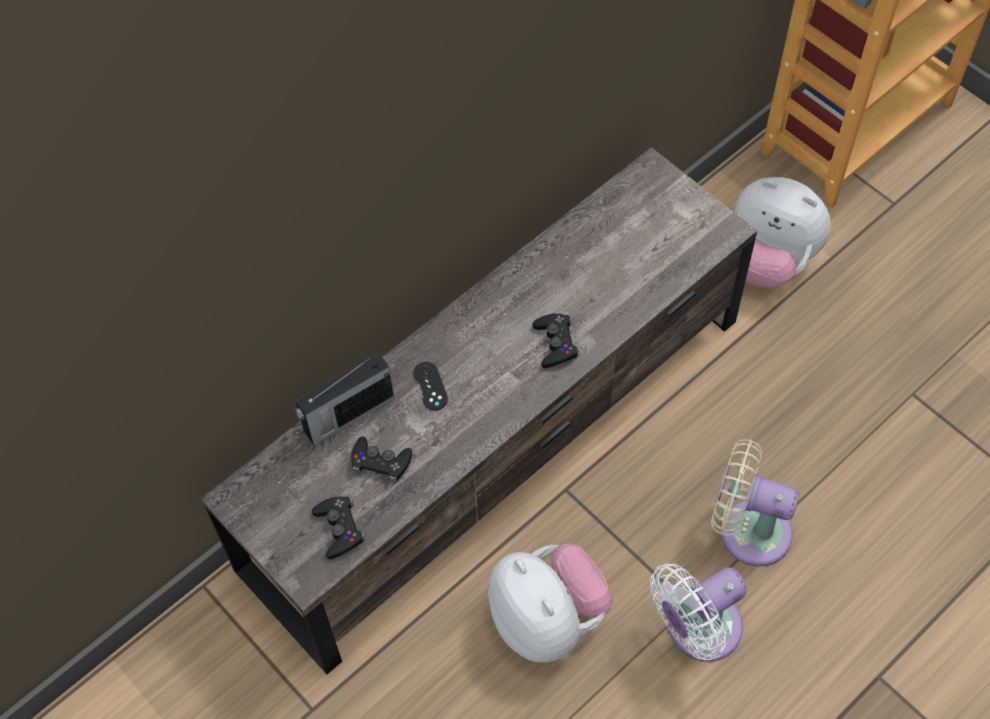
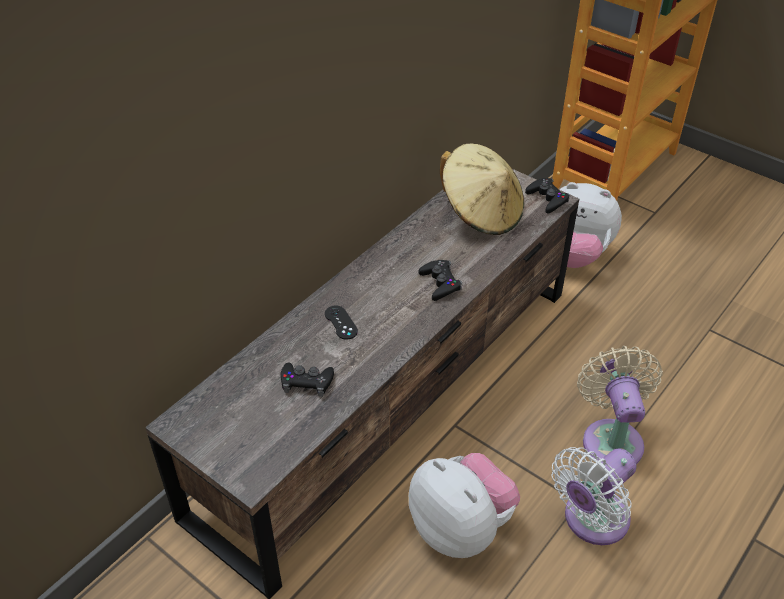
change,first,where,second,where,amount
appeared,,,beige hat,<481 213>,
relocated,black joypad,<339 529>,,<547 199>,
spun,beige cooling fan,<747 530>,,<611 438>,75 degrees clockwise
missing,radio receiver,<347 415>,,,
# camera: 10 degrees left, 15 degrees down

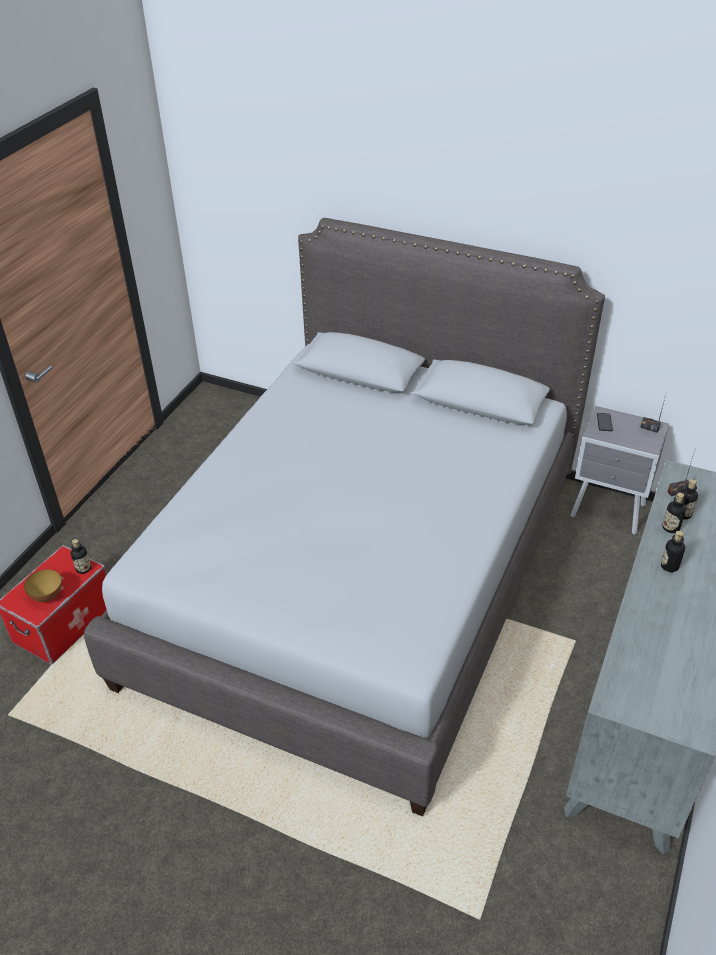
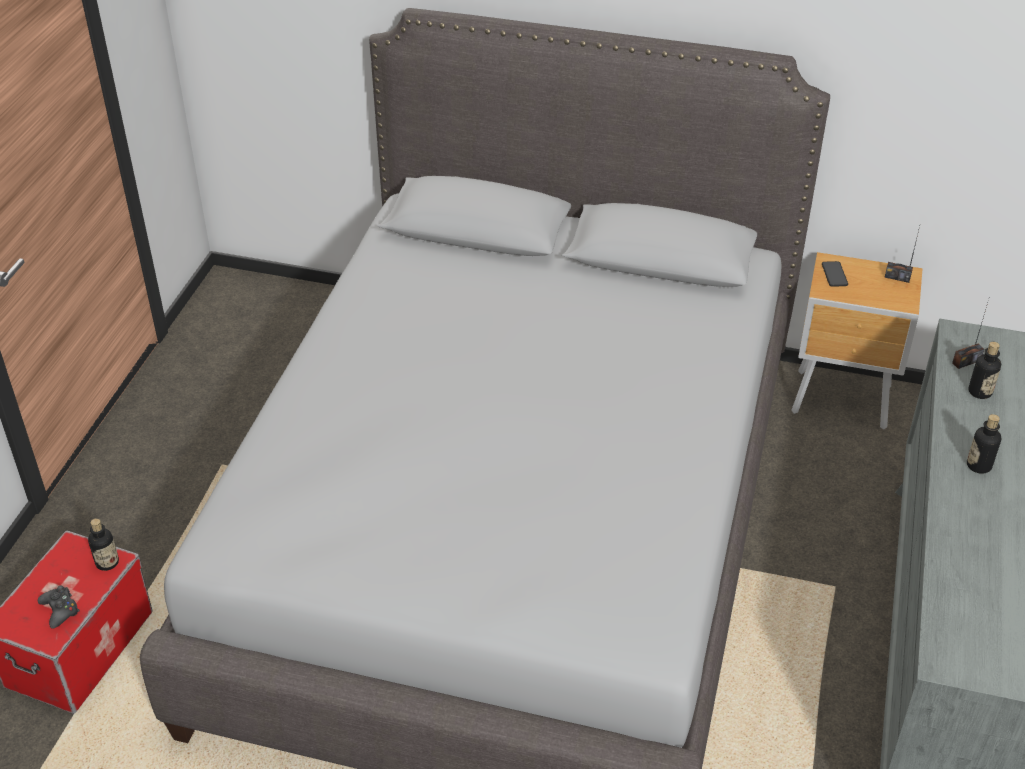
change,first,where,second,where,amount
exchanged,bowl,<47 596>,black joypad,<60 610>,
colour,grey nightstand,<609 512>,brown nightstand,<843 401>,
missing,beverage bottle,<670 527>,,,
# camera: 10 degrees left, 0 degrees up

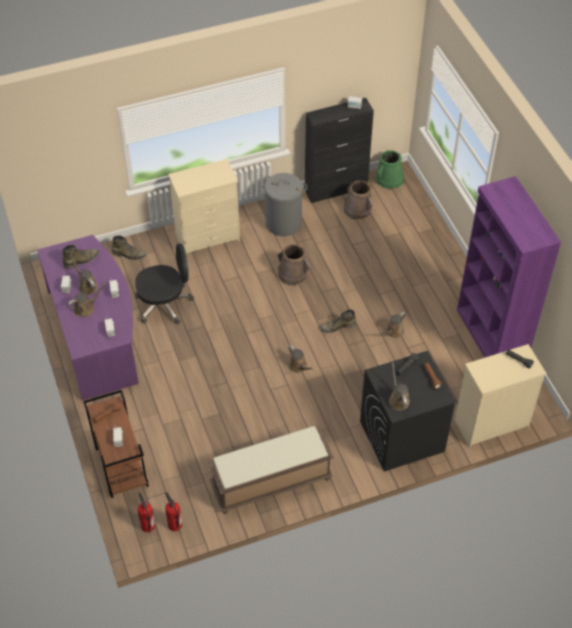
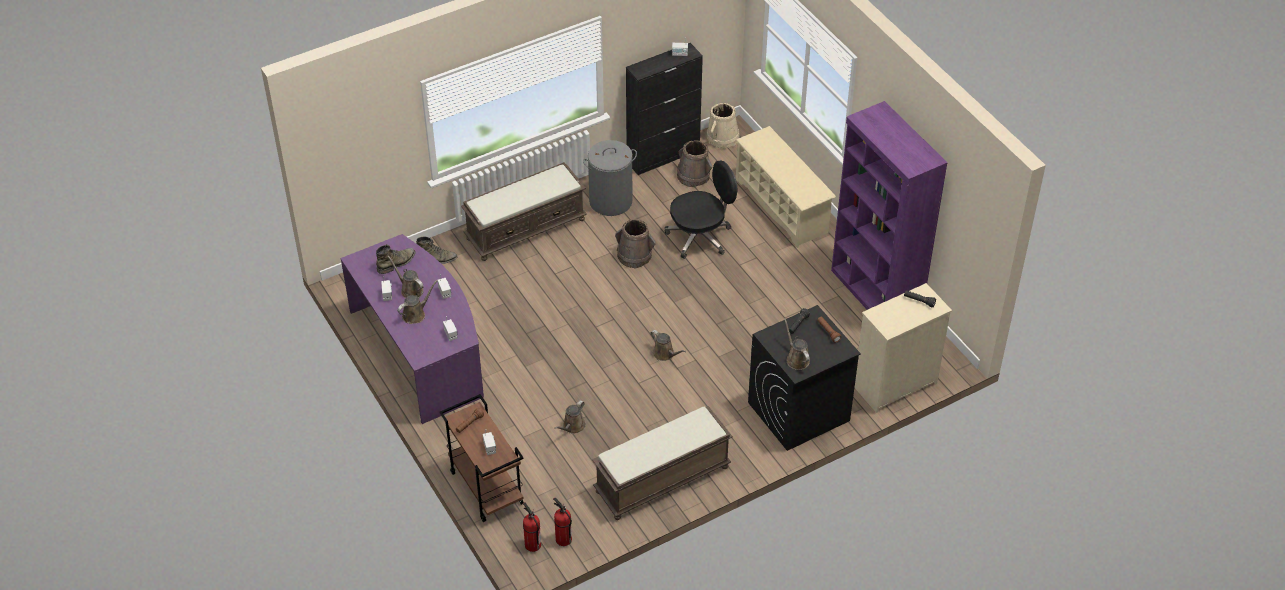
change,first,where,second,where,amount
exchanged,beige dresser,<208 238>,brown bench,<526 228>,
relocated,brown sprinkling can,<393 332>,,<572 427>,
relocated,black desk chair,<165 304>,,<700 236>,
colour,green pail,<389 179>,beige pail,<723 138>,
appeared,,,beige shoe rack,<782 206>,
missing,green high-top boot,<337 326>,,,
# camera: 10 degrees left, 5 degrees down

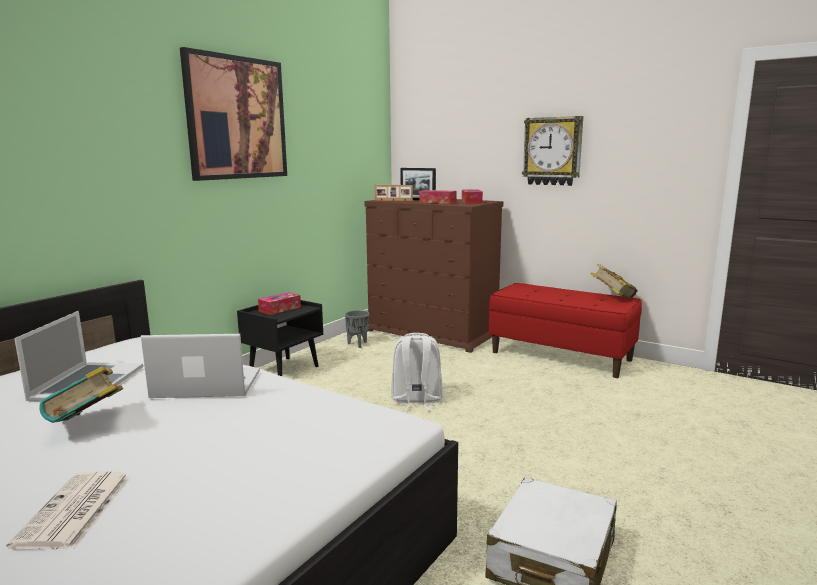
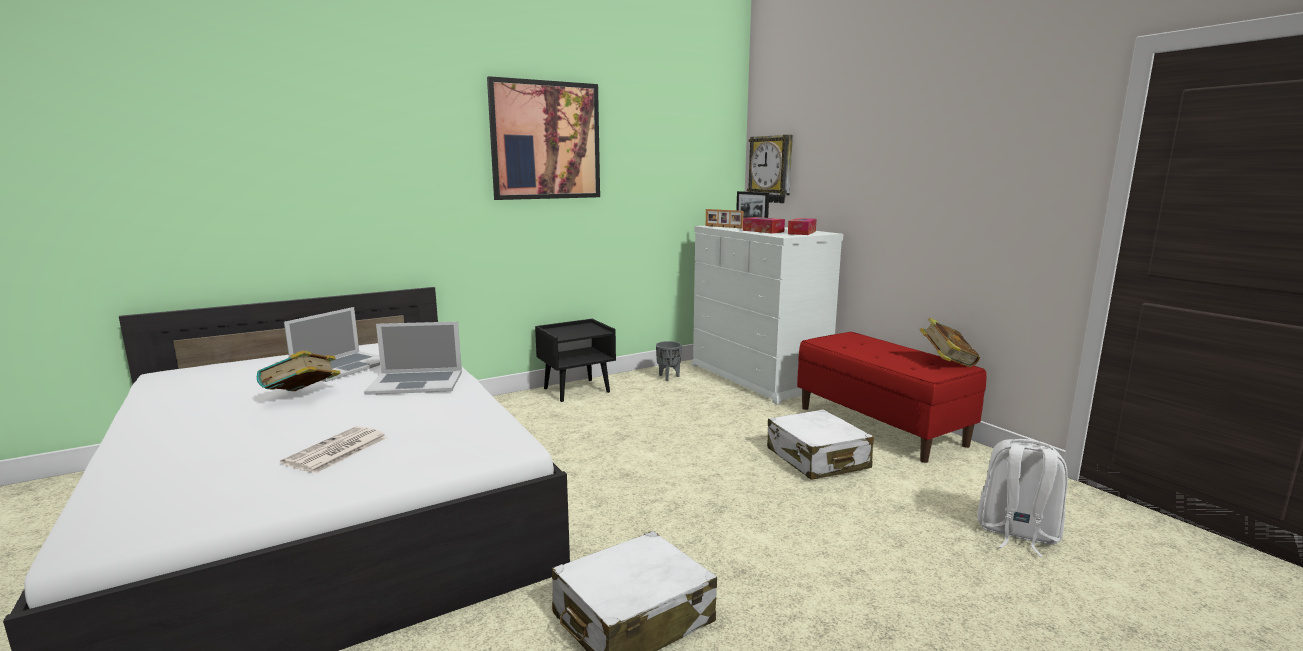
change,first,where,second,where,amount
relocated,daily paper,<75 511>,,<336 451>,
spun,portable computer,<206 384>,,<416 382>,150 degrees clockwise
colour,brown dresser,<433 332>,white-coloured dresser,<759 377>,
relocated,wall clock,<552 151>,,<771 169>,
appeared,,,white-coloured piece of luggage,<817 459>,
relocated,white-coloured knapsack,<416 400>,,<1016 533>,
missing,tissue box,<280 309>,,,
# camera: 25 degrees right, 0 degrees up

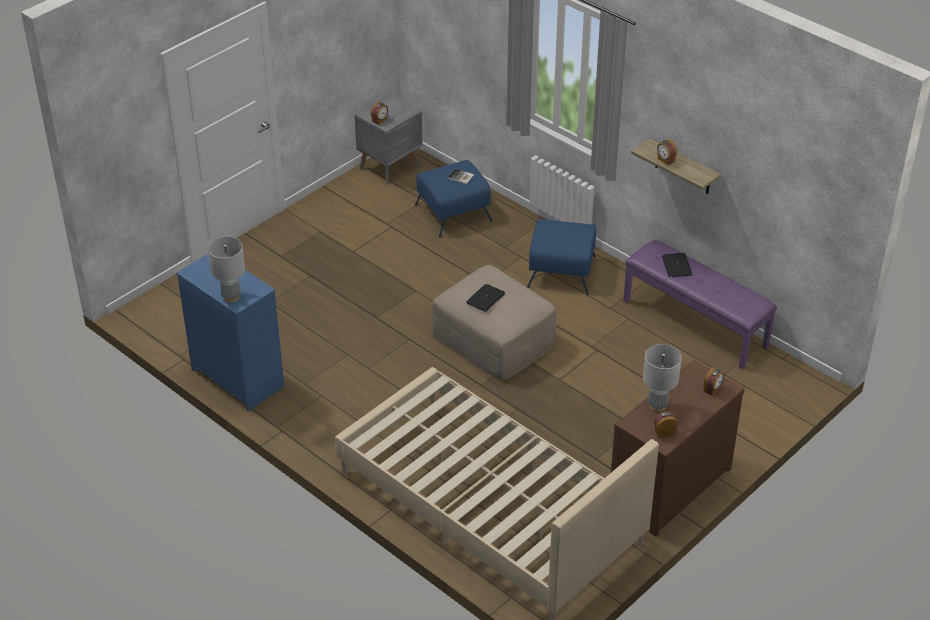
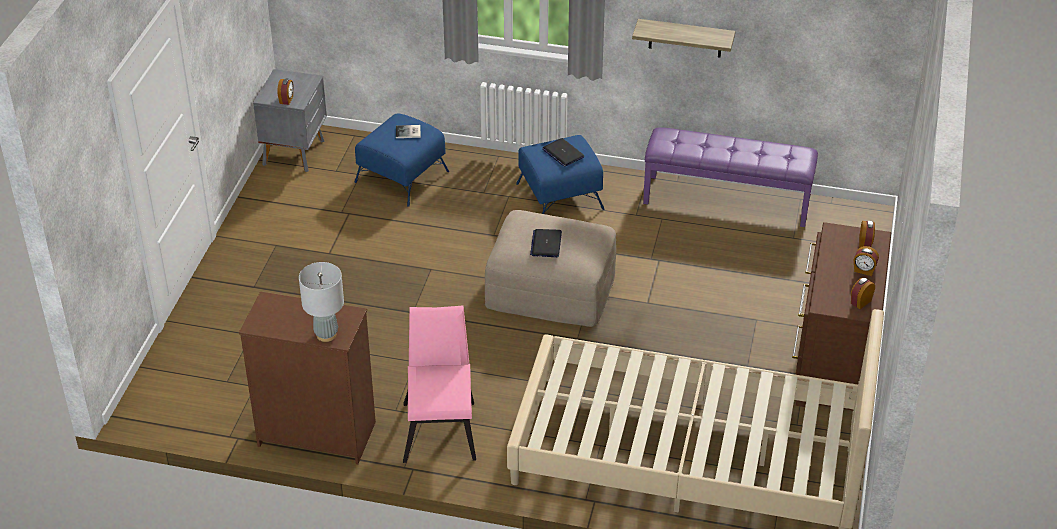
change,first,where,second,where,amount
colour,blue dresser,<238 378>,brown dresser,<317 433>,
appeared,,,pink-coloured plain chair,<440 426>,
relocated,portable computer,<676 266>,,<563 153>,
relocated,table clock,<665 160>,,<864 270>,
missing,grey table lamp,<657 406>,,,
# camera: 30 degrees left, 0 degrees up

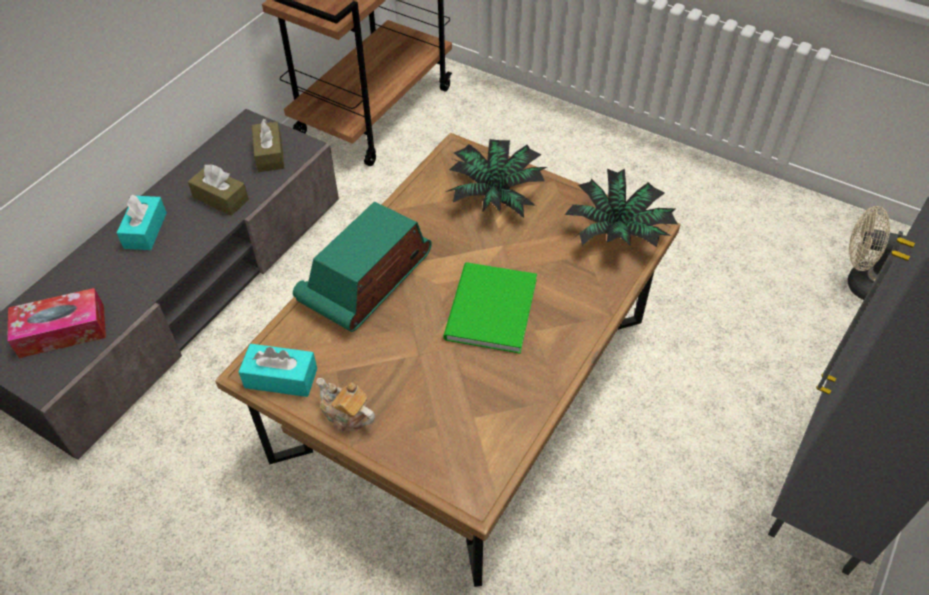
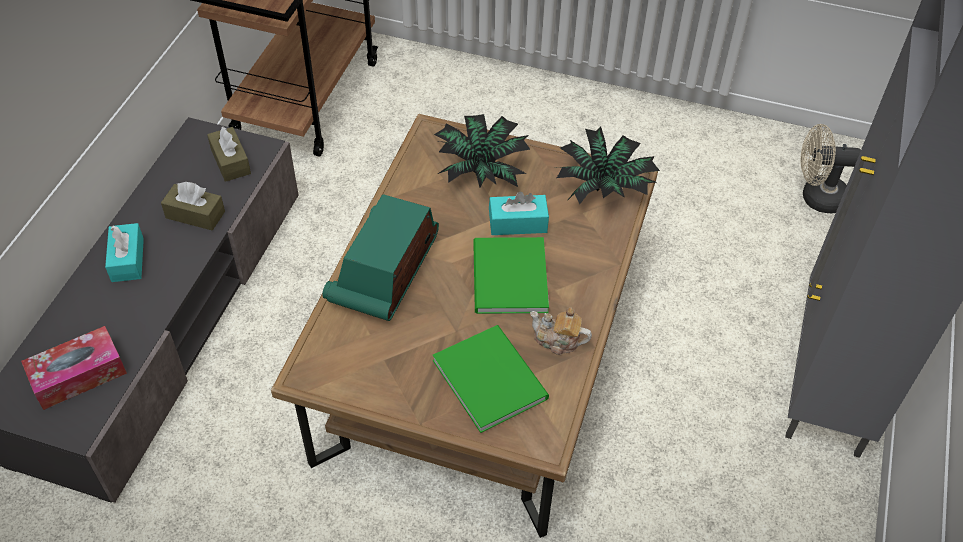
change,first,where,second,where,amount
appeared,,,green volume,<490 376>,
relocated,blue-green tissue box,<281 378>,,<518 223>,
relocated,pot for tea,<346 415>,,<557 341>,
# camera: 15 degrees left, 0 degrees up

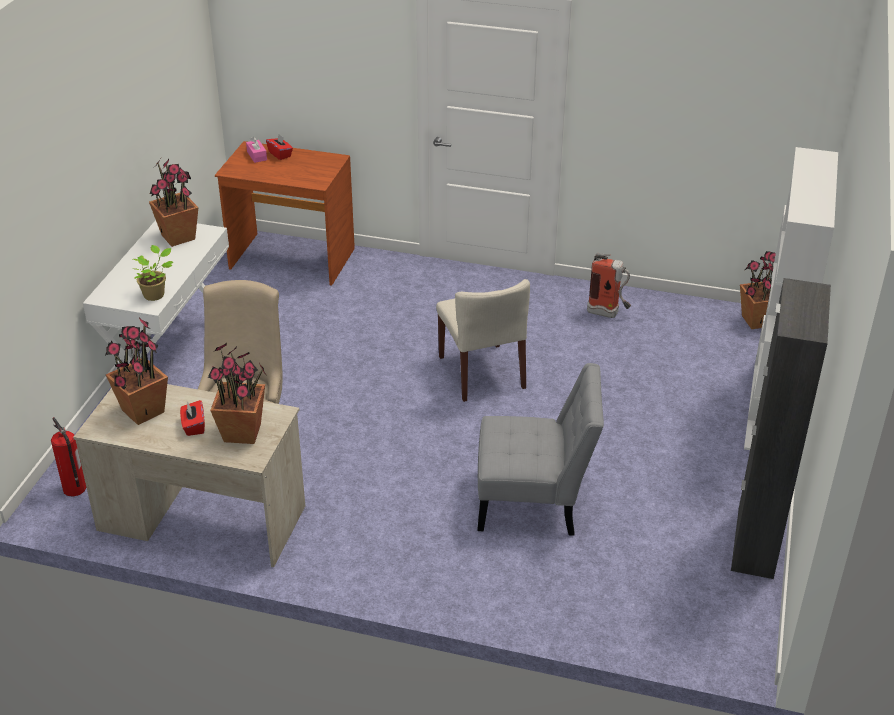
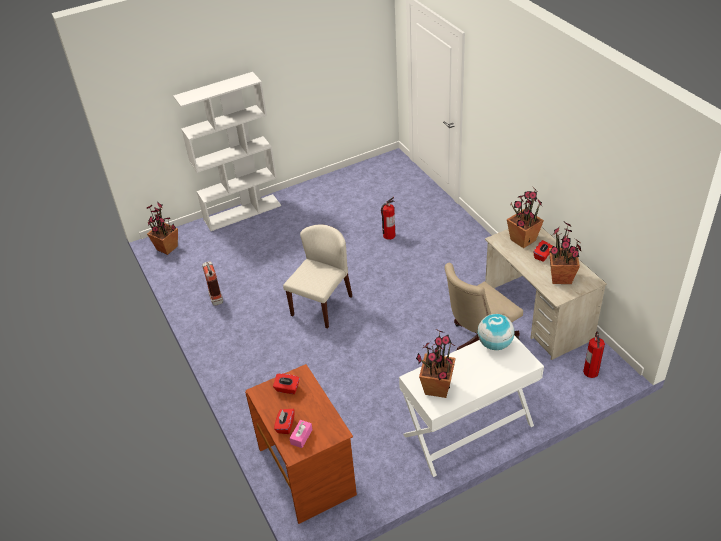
change,first,where,second,where,amount
appeared,,,red-coloured tissue box,<287 389>,
exchanged,grey plain chair,<534 502>,fire-fighting cylinder,<389 235>,
exchanged,plant in a pot,<155 294>,world globe,<495 344>,
missing,black storage cabinet,<755 542>,,,
# camera: 130 degrees left, 5 degrees up

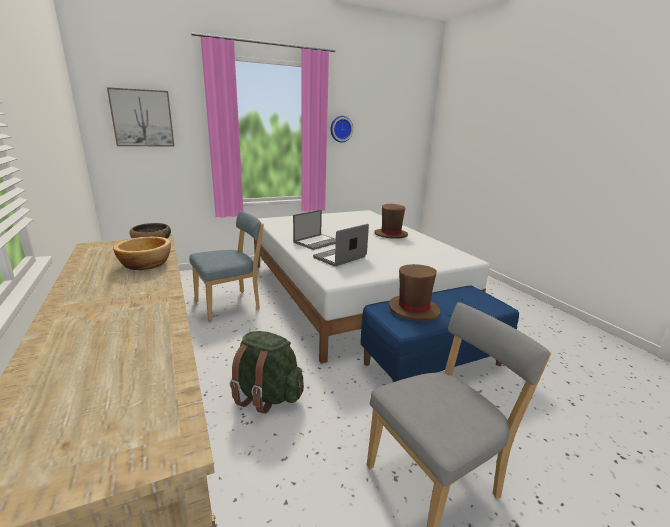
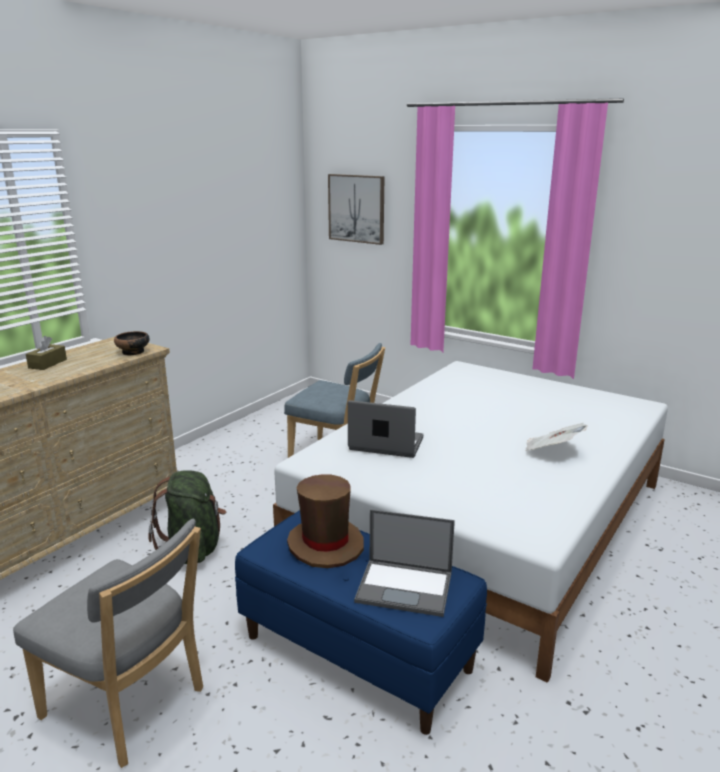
change,first,where,second,where,amount
appeared,,,brown tissue box,<47 363>,
relocated,portable computer,<317 242>,,<405 587>,
exchanged,brown hat,<390 235>,daily paper,<551 451>,
missing,bowl,<146 264>,,,
missing,wall clock,<340 129>,,,
# camera: 60 degrees right, 0 degrees up

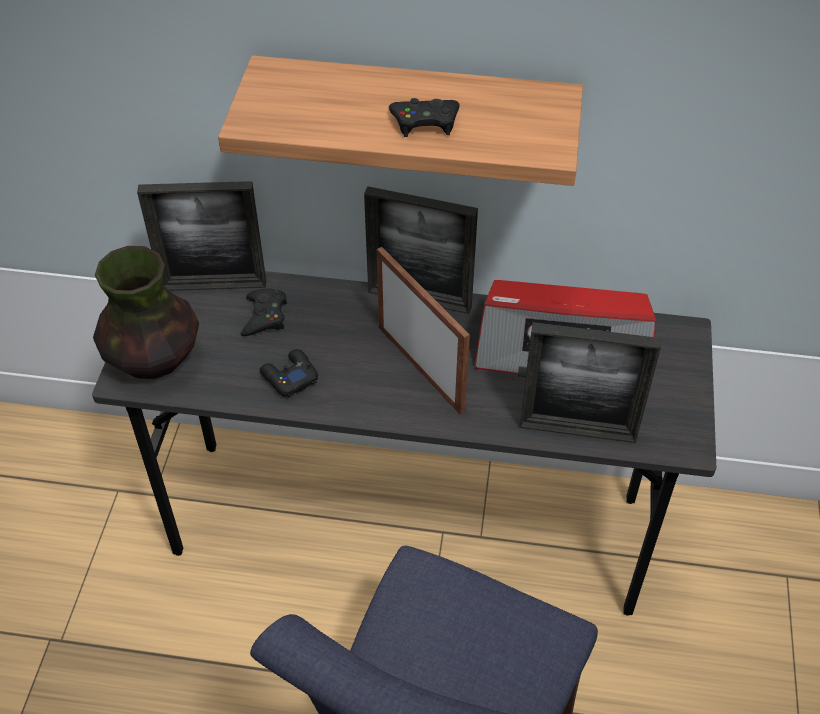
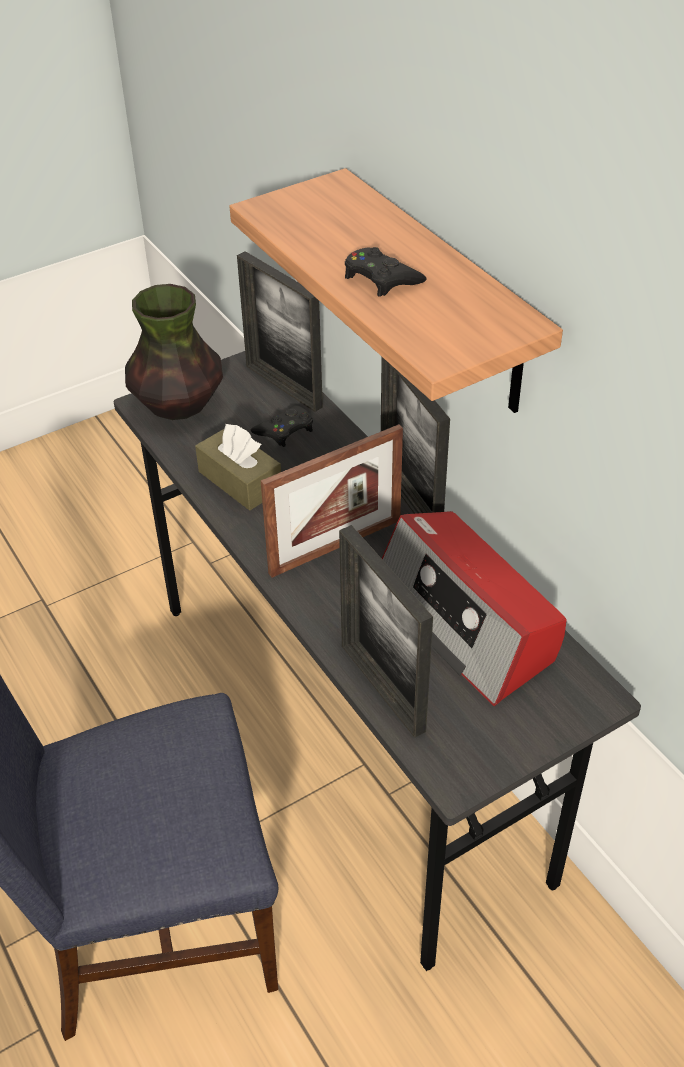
change,first,where,second,where,amount
exchanged,black joypad,<289 377>,brown tissue box,<240 481>,
spun,standing frame,<420 368>,,<335 546>,45 degrees clockwise
# camera: 50 degrees right, 5 degrees down

